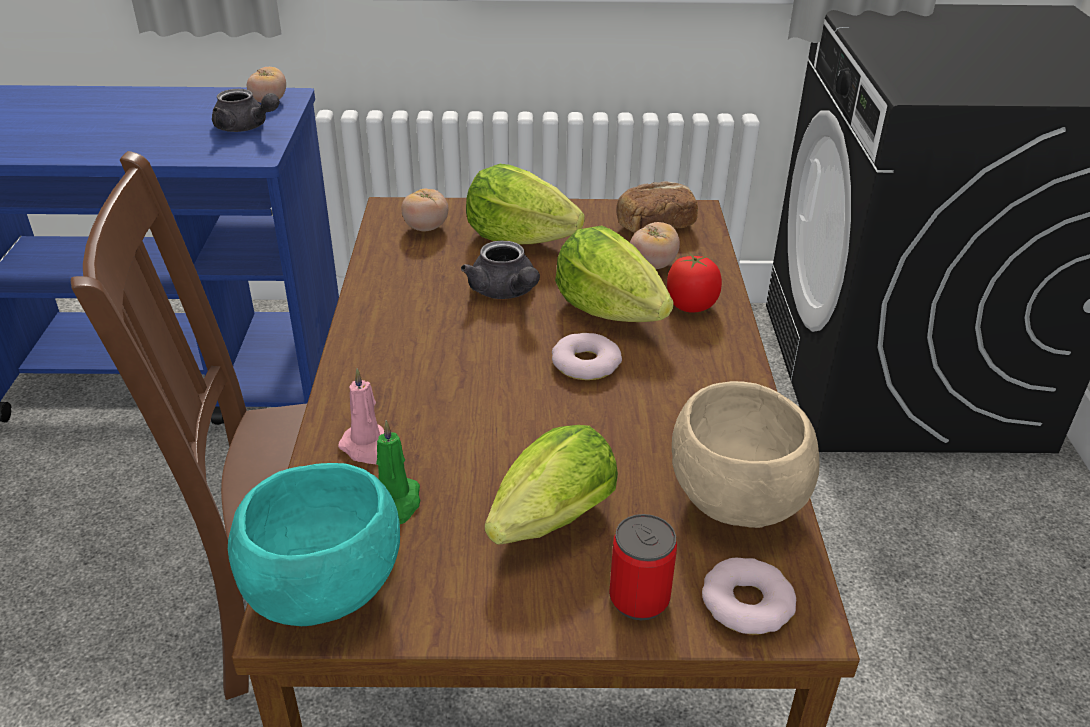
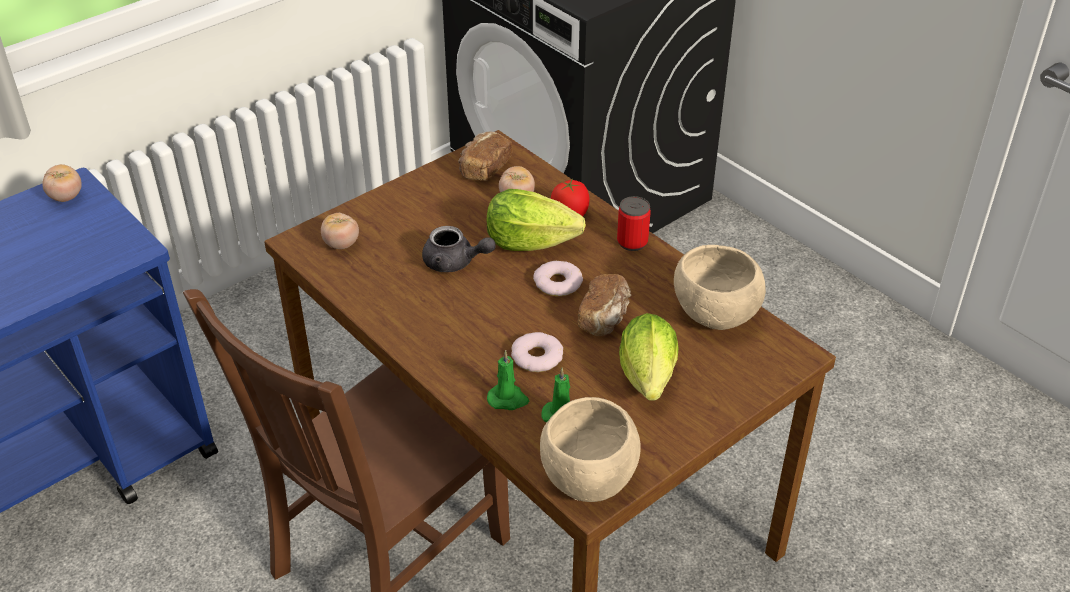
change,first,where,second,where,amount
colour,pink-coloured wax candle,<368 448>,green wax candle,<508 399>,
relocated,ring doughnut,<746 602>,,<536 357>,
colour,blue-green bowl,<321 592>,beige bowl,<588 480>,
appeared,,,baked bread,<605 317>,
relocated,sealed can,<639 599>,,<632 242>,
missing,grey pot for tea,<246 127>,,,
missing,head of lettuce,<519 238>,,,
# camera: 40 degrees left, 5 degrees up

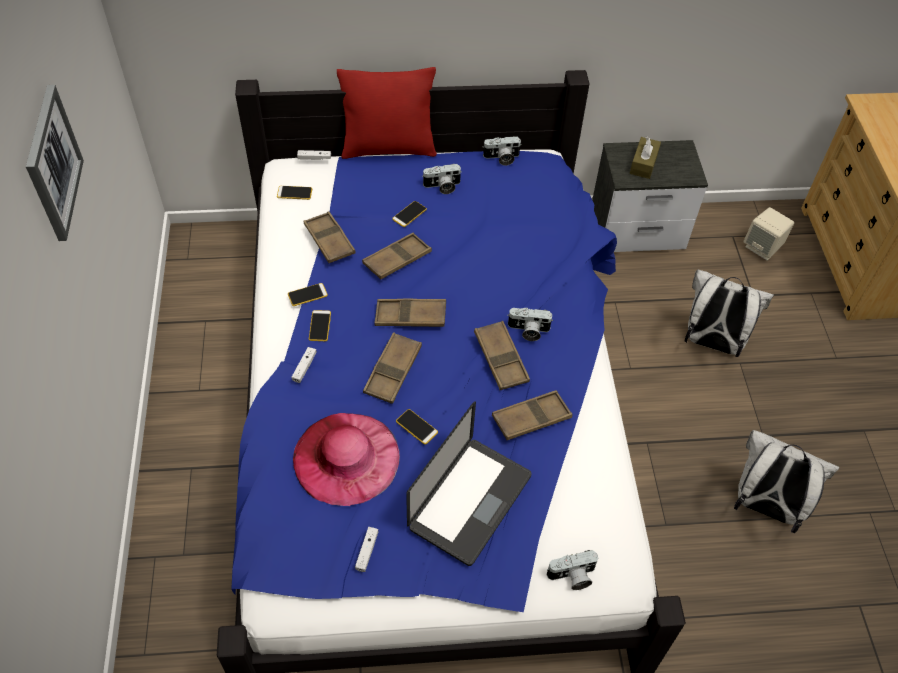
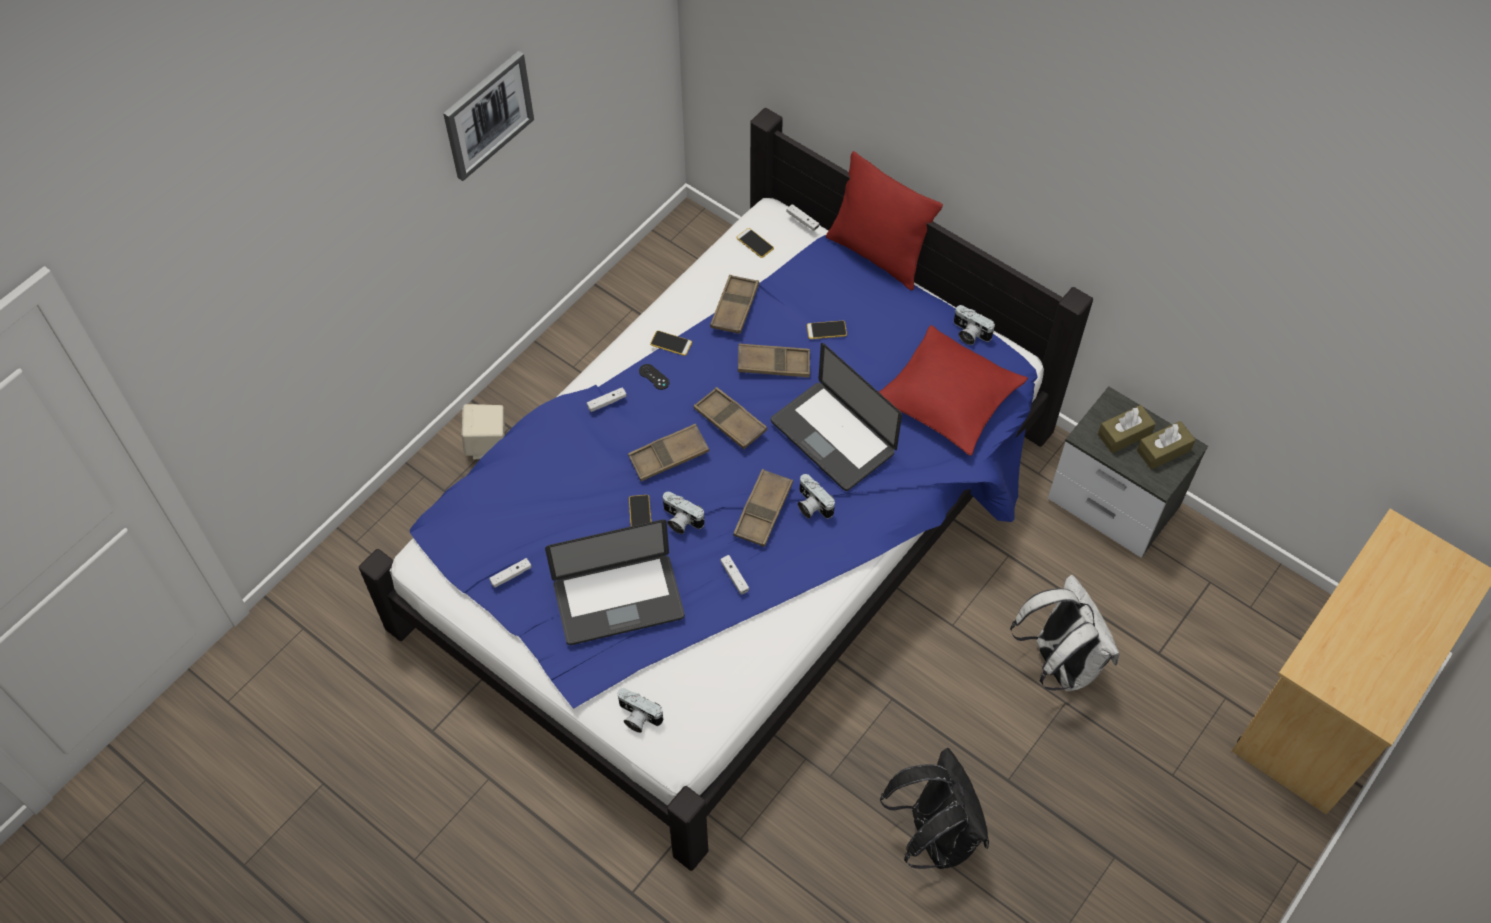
change,first,where,second,where,amount
relocated,beige speaker,<762 247>,,<488 445>,
exchanged,phone,<320 326>,black joypad,<654 377>,
relocated,still camera,<442 187>,,<680 520>,
exchanged,brown carrying tray,<531 418>,white-coloured joypad,<734 577>,
appeared,,,portable computer,<832 437>,
appeared,,,red-coloured throw pillow,<948 398>,
colour,white-coloured knapsack,<763 506>,black knapsack,<934 835>,
appeared,,,brown tissue box,<1163 450>,
missing,pink-coloured hat,<346 457>,,,
# camera: 45 degrees right, 5 degrees up

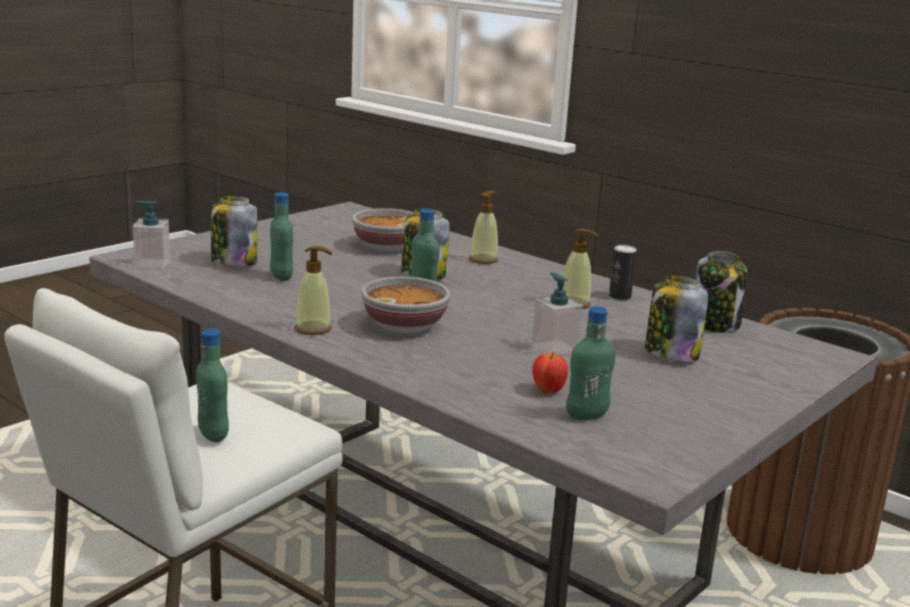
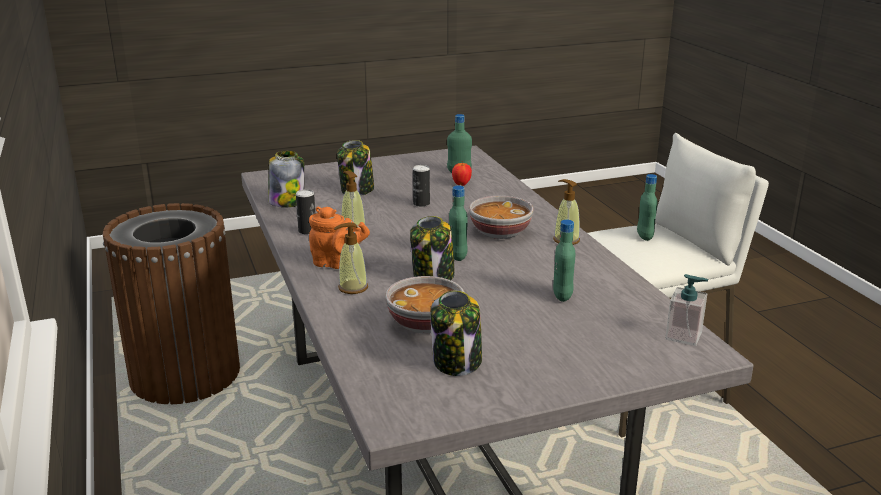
change,first,where,second,where,amount
appeared,,,orangey pot for tea,<337 263>,
exchanged,soap dispenser,<554 348>,sealed can,<421 204>,
relocated,jar,<233 262>,,<457 362>,
# camera: 150 degrees left, 5 degrees up

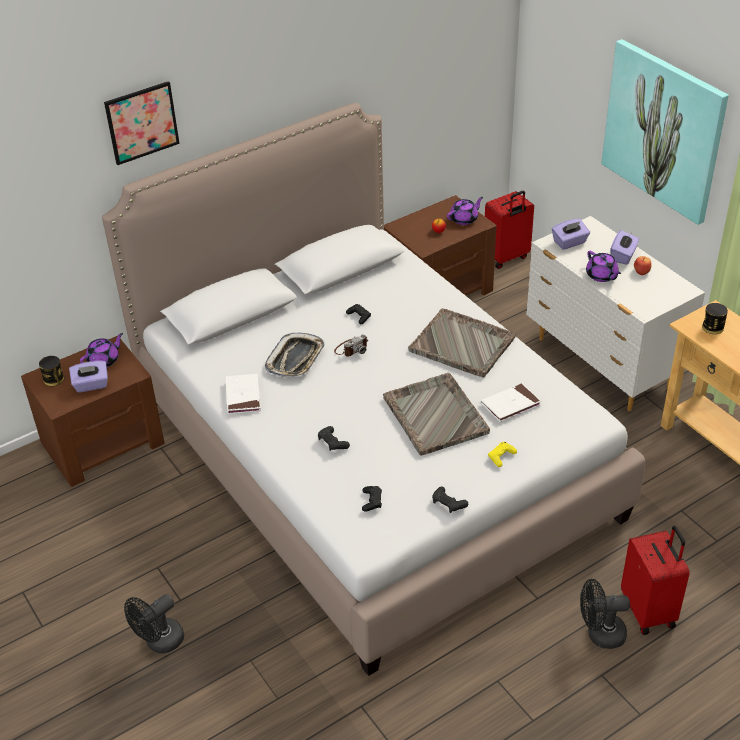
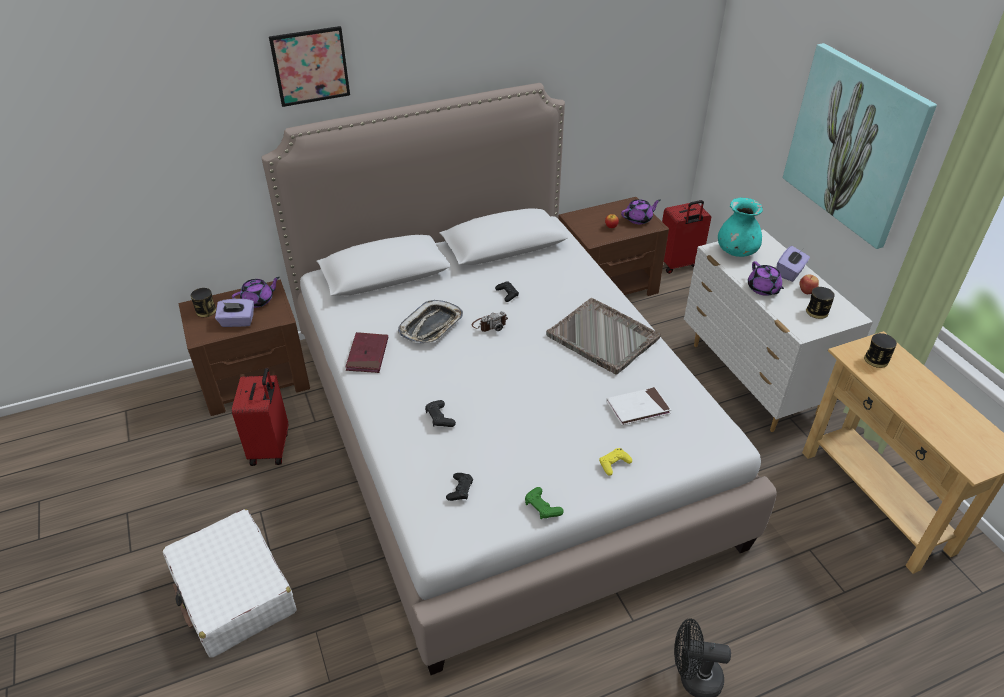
change,first,where,second,where,amount
exchanged,black cooling fan,<159 642>,white-coloured piece of luggage,<234 592>,
relocated,red-coloured piece of luggage,<649 611>,,<271 448>,
colour,white-coloured volume,<243 396>,red-coloured volume,<367 355>,
colour,black joypad,<448 503>,green joypad,<542 508>,
exchanged,purple-coloured tissue box,<569 242>,blue-green decorative vase,<736 252>,
appeared,,,sealed can,<817 312>,
missing,grey carrying tray,<435 415>,,,
# camera: 10 degrees right, 0 degrees up

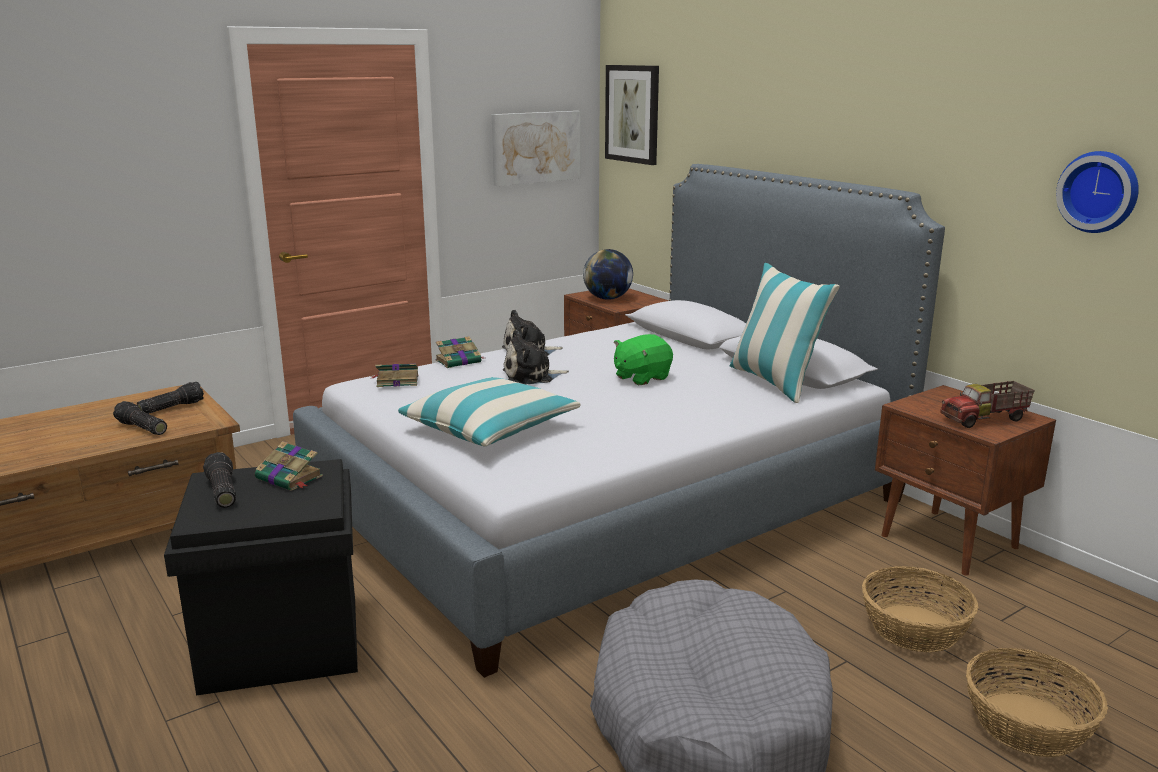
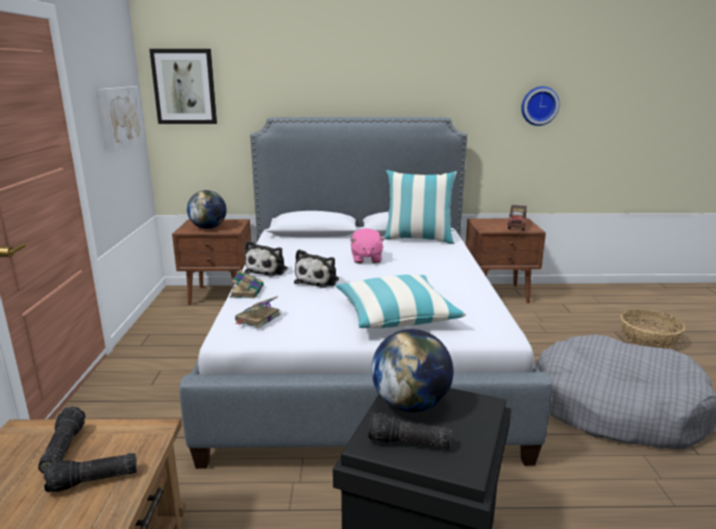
change,first,where,second,where,amount
colour,green plush toy,<641 377>,pink-coloured plush toy,<366 259>,
exchanged,volume,<290 478>,world globe,<410 404>,
missing,basket,<915 628>,,,
# camera: 55 degrees left, 0 degrees up

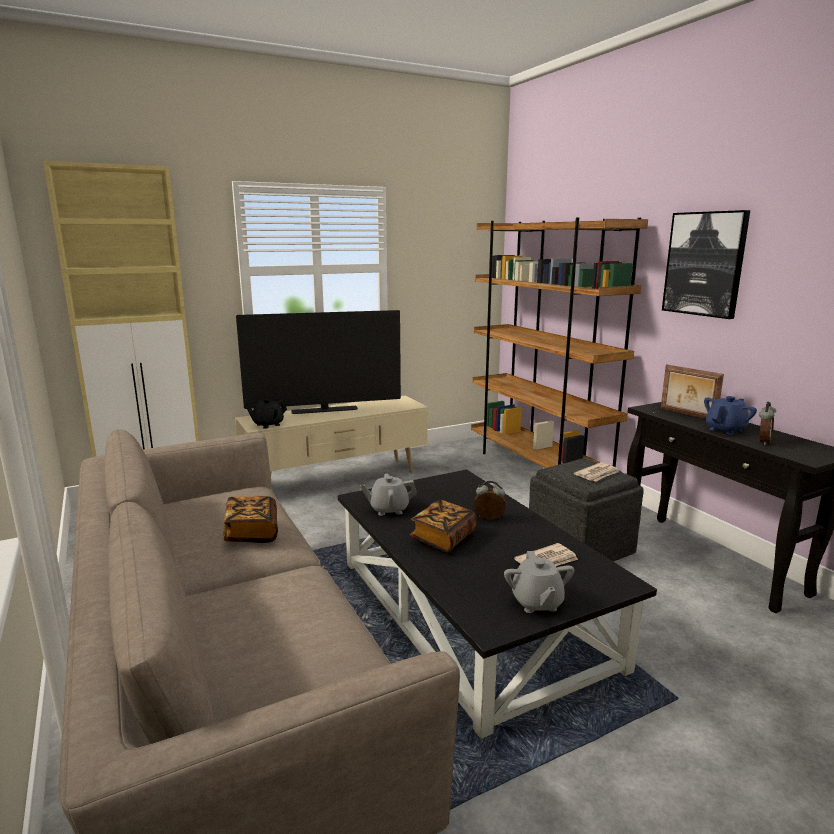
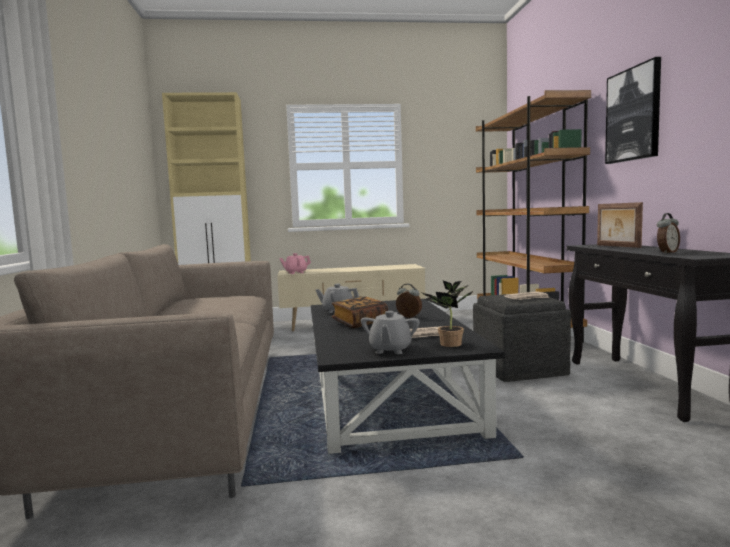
change,first,where,second,where,amount
colour,black pot for tea,<268 425>,pink-coloured pot for tea,<295 273>,
appeared,,,plant in a pot,<448 344>,
missing,volume,<252 532>,,,
missing,TV set,<324 410>,,,
missing,blue pot for tea,<725 429>,,,
# camera: 20 degrees right, 10 degrees down

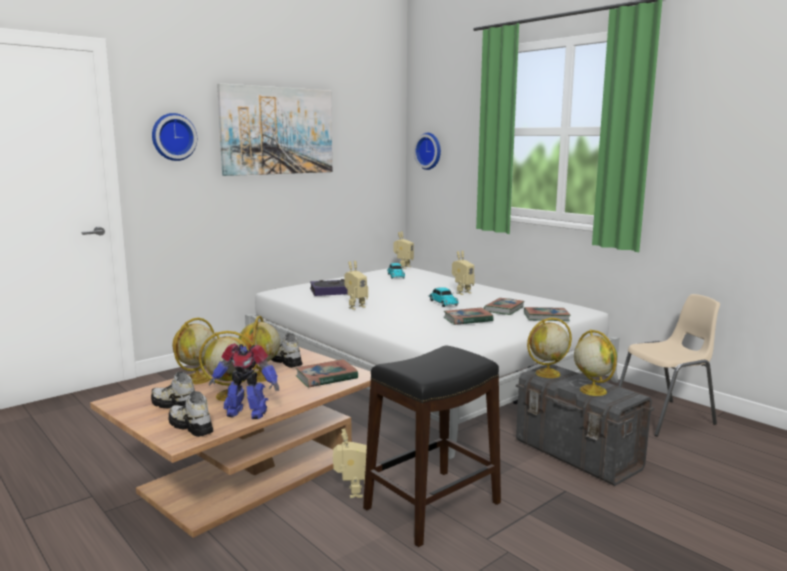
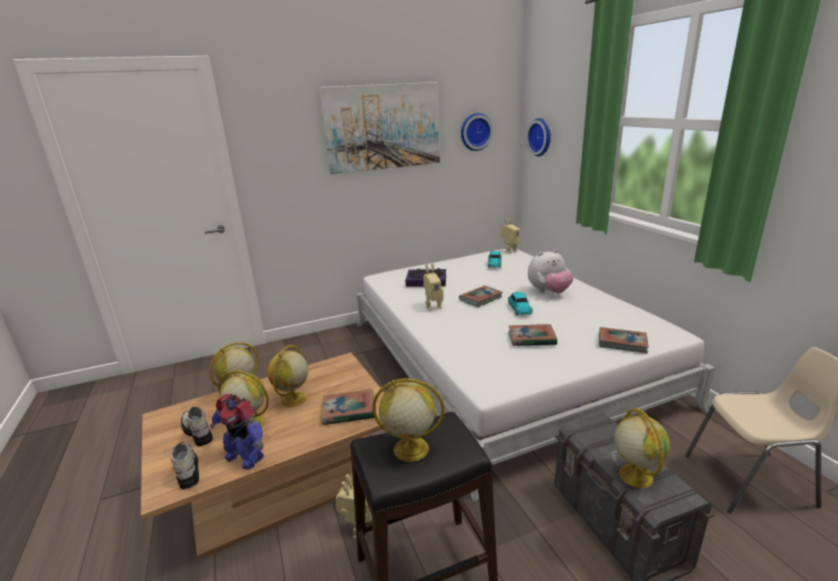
change,first,where,second,where,amount
relocated,world globe,<547 374>,,<409 449>,
relocated,volume,<504 309>,,<480 299>,
relocated,wall clock,<173 137>,,<475 132>,
exchanged,robot figure,<462 292>,plush toy,<548 292>,
missing,shoe,<285 361>,,,
# camera: 20 degrees right, 10 degrees up

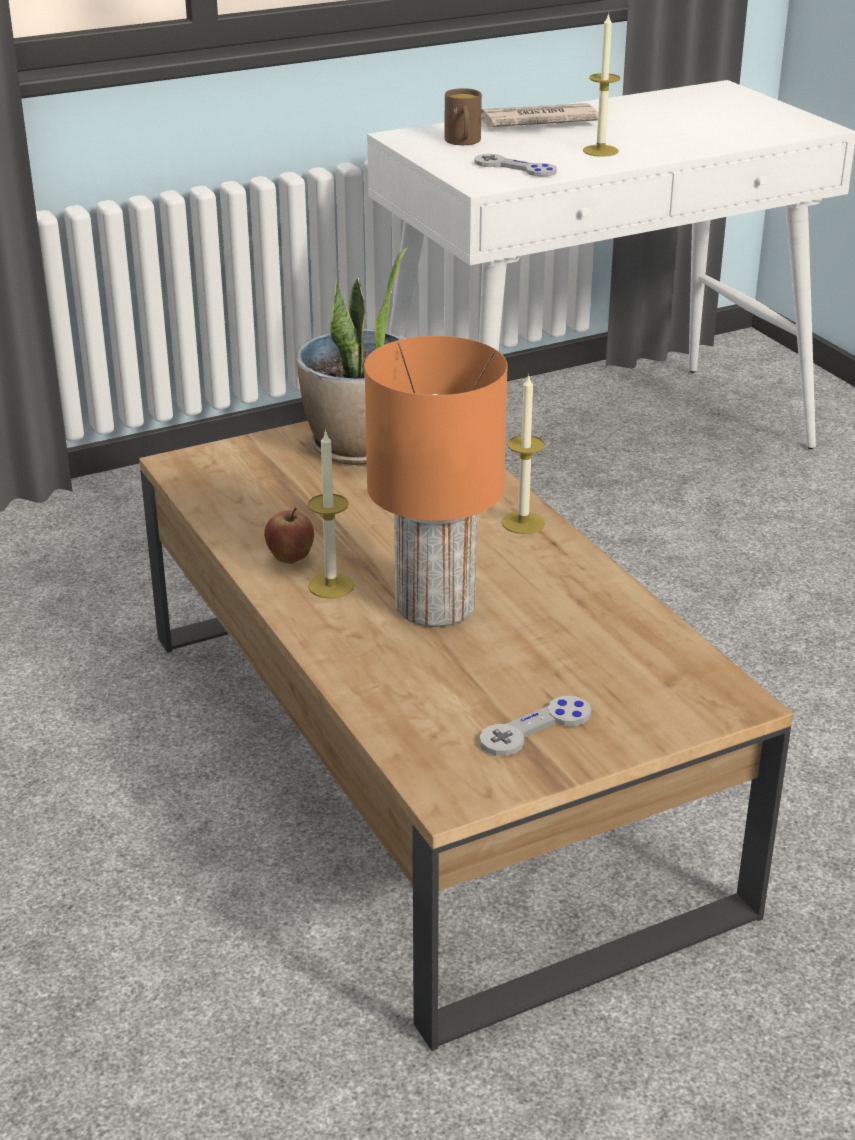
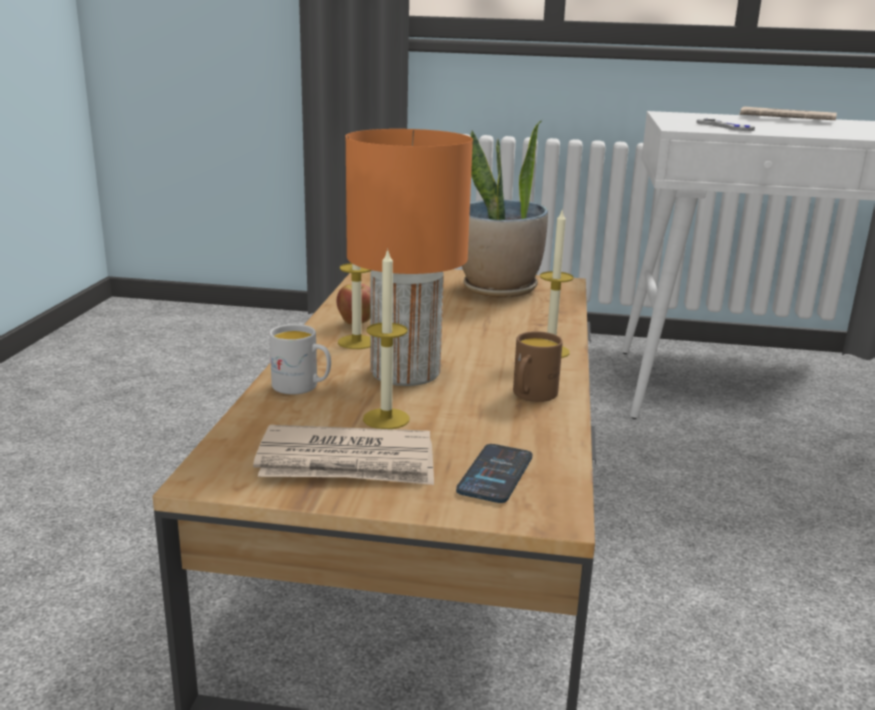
change,first,where,second,where,amount
exchanged,grey joypad,<535 728>,daily paper,<348 463>,
appeared,,,white-coloured coffee mug,<302 387>,
relocated,wax candle,<600 151>,,<386 419>,
appeared,,,phone,<495 474>,
relocated,brown coffee mug,<463 142>,,<531 396>,
# camera: 35 degrees right, 10 degrees down

